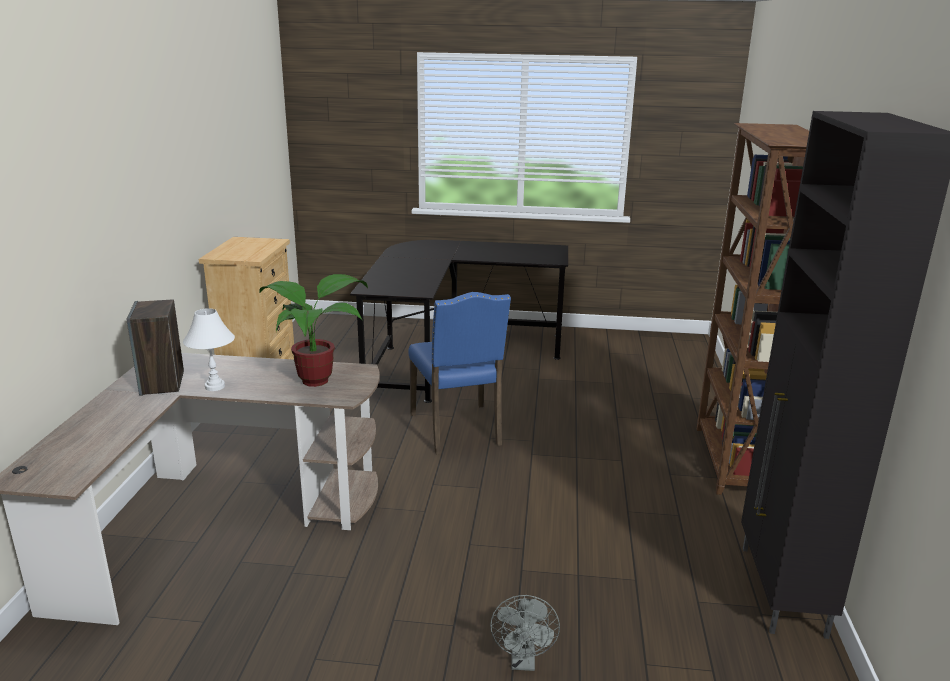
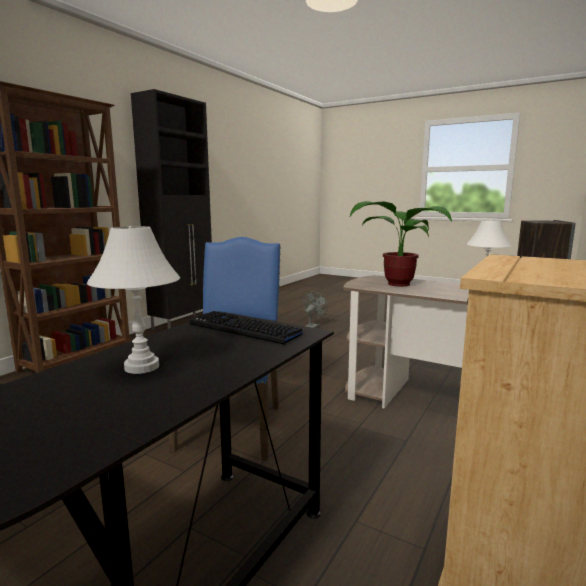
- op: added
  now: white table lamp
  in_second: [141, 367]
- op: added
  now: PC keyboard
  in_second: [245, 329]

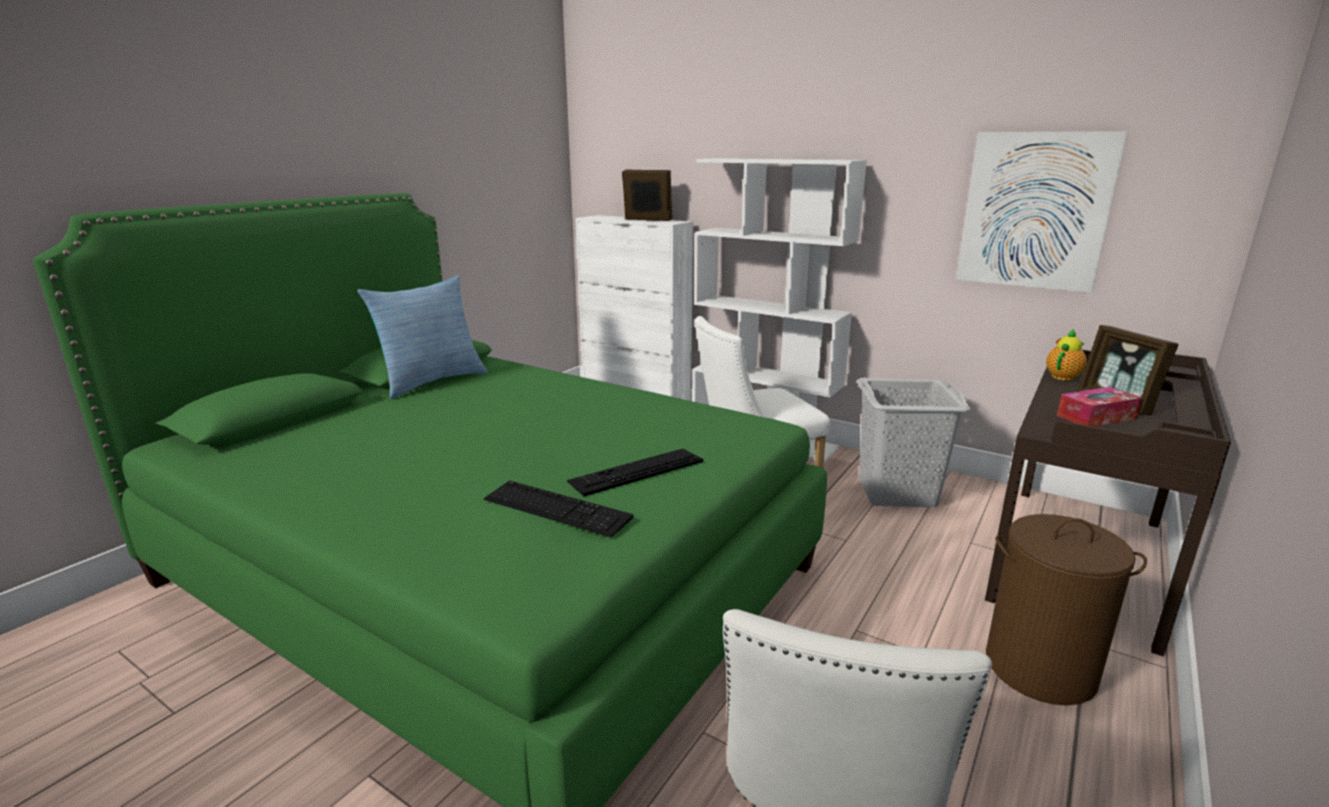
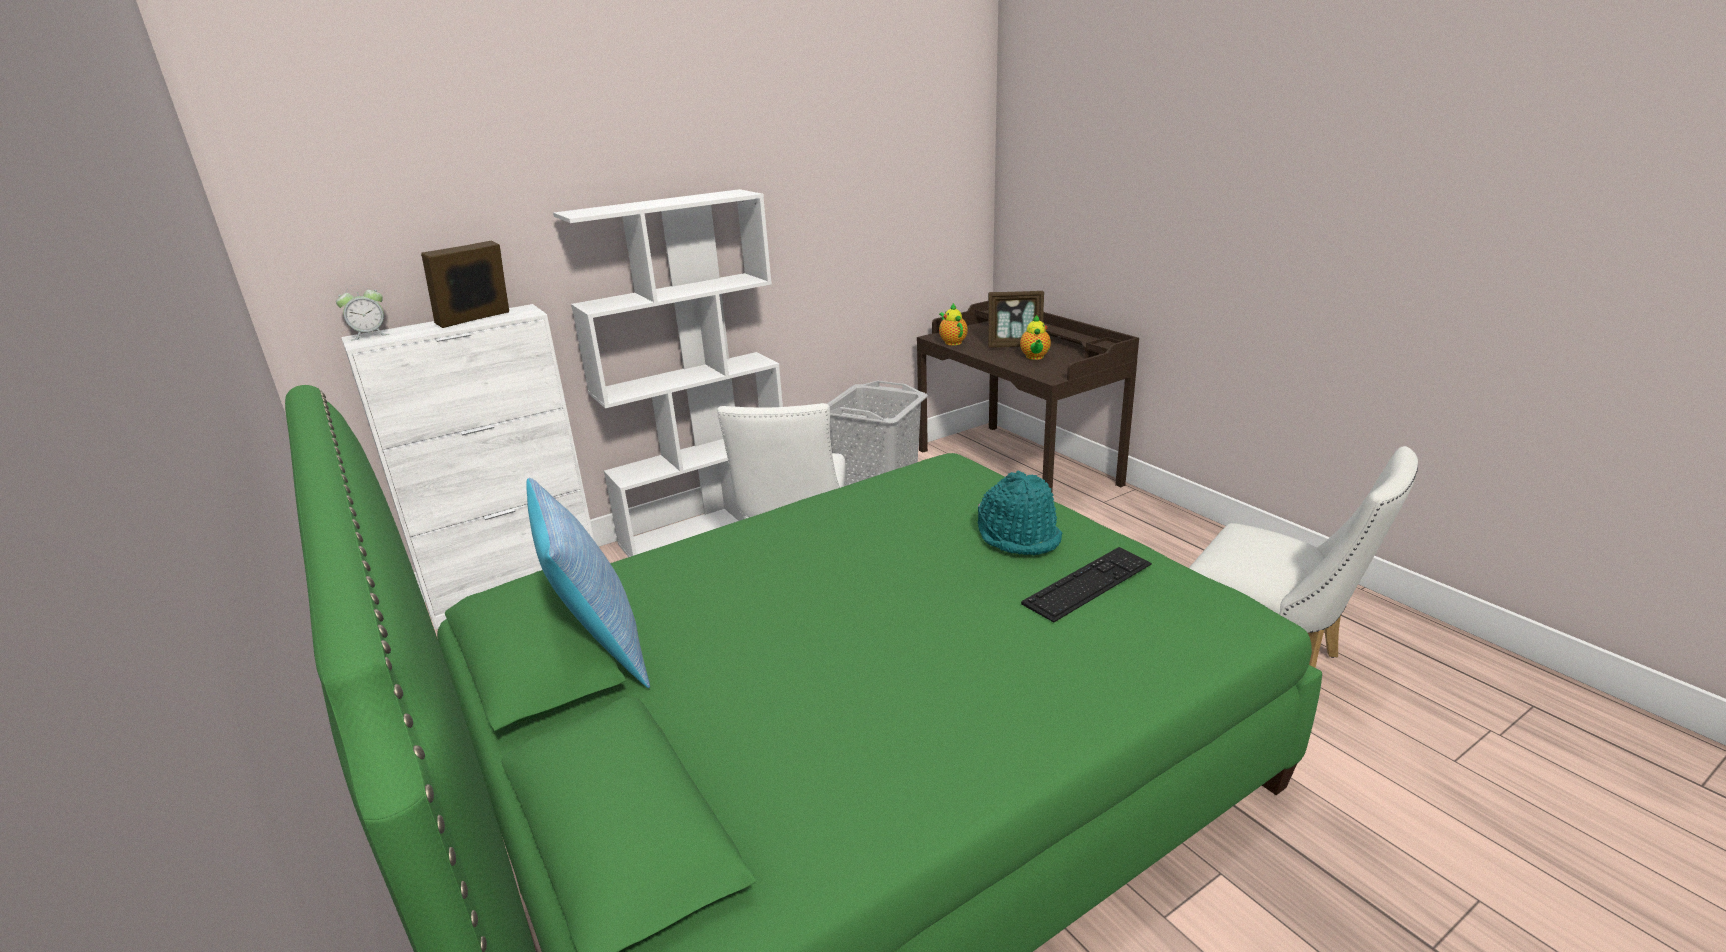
- op: replaced
  was: PC keyboard
  now: turquoise wearable hat
  in_first: [636, 471]
  in_second: [1019, 536]
- op: removed
  was: wall picture
  in_first: [1035, 211]
- op: removed
  was: brown laundry basket
  in_first: [1039, 668]
- op: replaced
  was: tissue holder
  now: tea pot
  in_first: [1096, 417]
  in_second: [1035, 357]
- op: added
  now: bedside clock
  in_second: [370, 335]

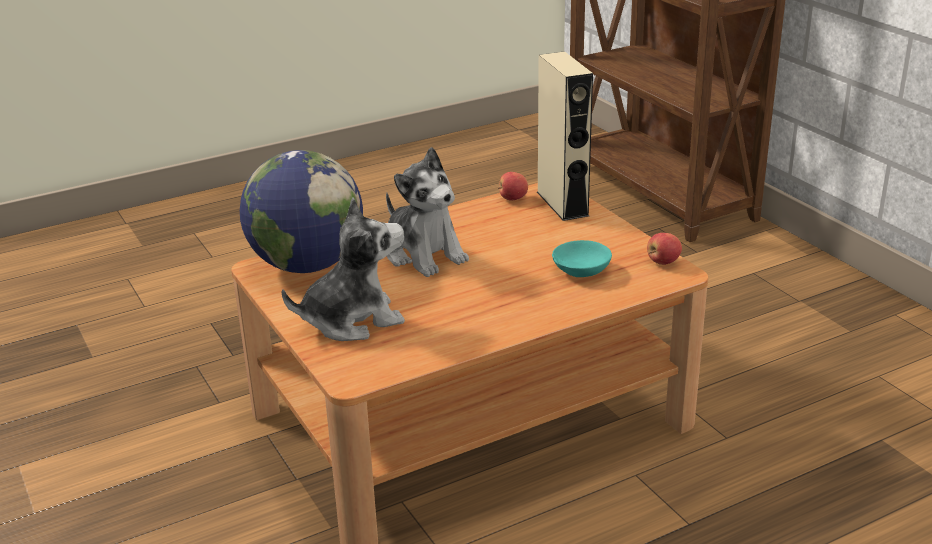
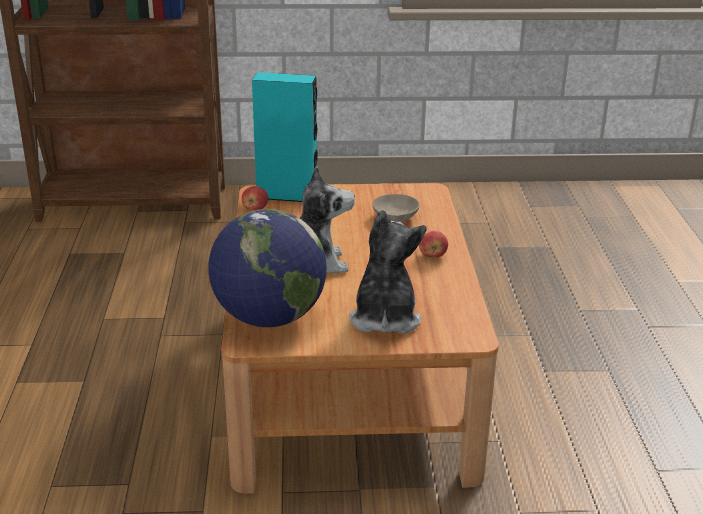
- op: recoloured
  was: beige speaker
  now: turquoise speaker
  in_first: [562, 203]
  in_second: [287, 195]
- op: recoloured
  was: turquoise serving bowl
  now: beige serving bowl
  in_first: [583, 270]
  in_second: [396, 216]
- op: moved
  was: whole apple
  in_first: [663, 262]
  in_second: [432, 256]

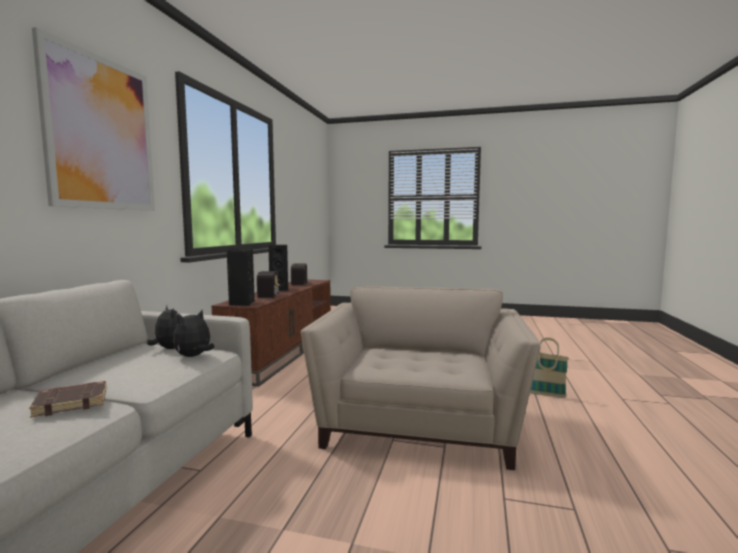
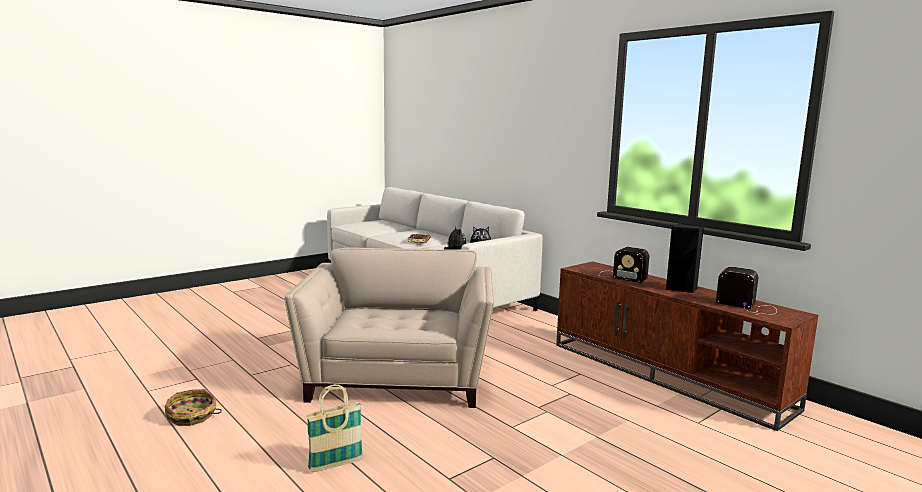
- op: removed
  was: wall picture
  in_first: [101, 134]
- op: removed
  was: blackish speaker
  in_first: [241, 303]
- op: turned
  was: beige easy chair
  in_first: [419, 423]
  in_second: [399, 376]
  clockwise: -135
- op: added
  now: storage basket
  in_second: [192, 416]

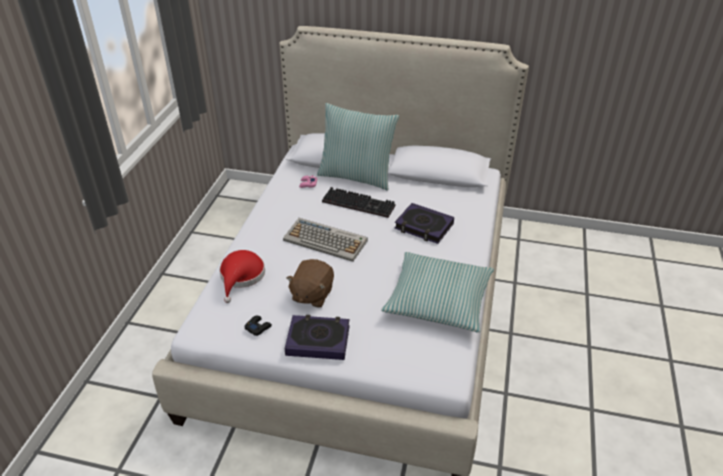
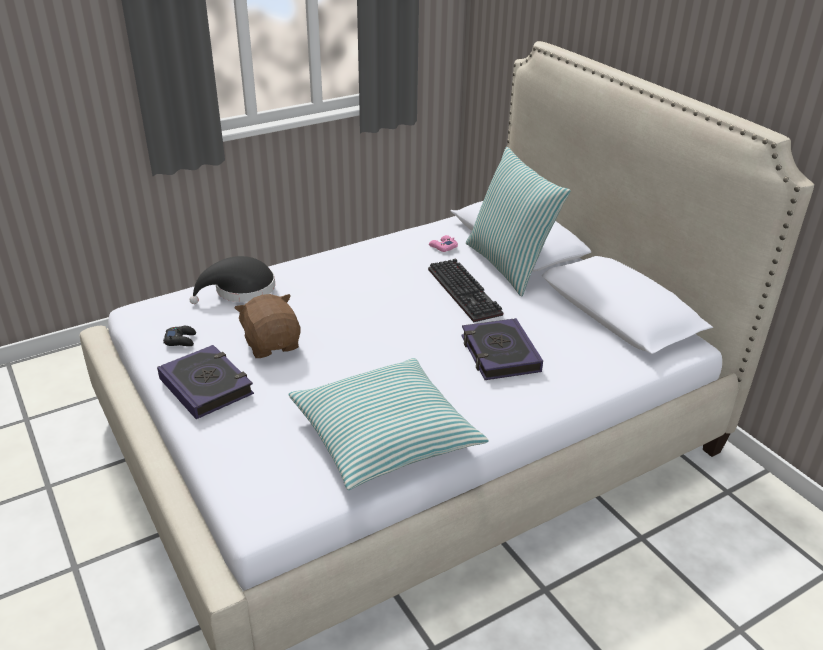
- op: recoloured
  was: reddish wearable hat
  now: blackish wearable hat
  in_first: [241, 277]
  in_second: [240, 290]
- op: removed
  was: PC keyboard
  in_first: [326, 240]
- op: turned
  was: brown cuddly toy
  in_first: [312, 294]
  in_second: [272, 344]
  clockwise: 90

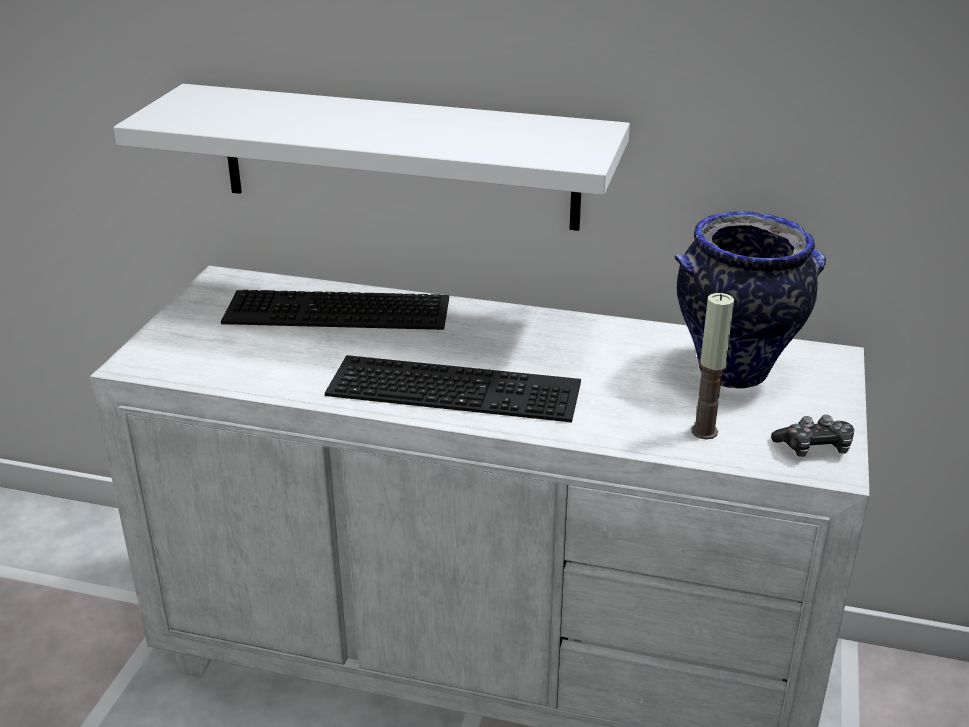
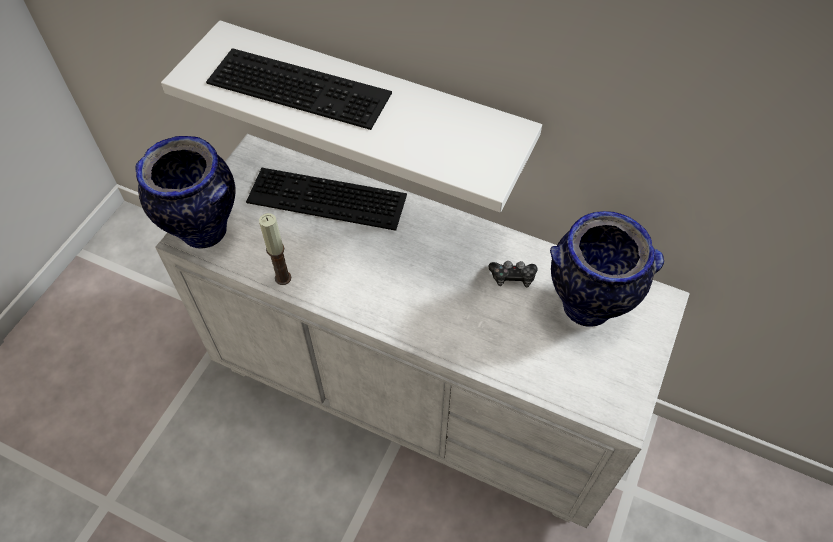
- op: moved
  was: PC keyboard
  in_first: [457, 386]
  in_second: [302, 86]
- op: moved
  was: candle
  in_first: [704, 431]
  in_second: [283, 278]
- op: moved
  was: game controller
  in_first: [814, 447]
  in_second: [512, 277]
- op: added
  now: decorative vase
  in_second: [203, 231]

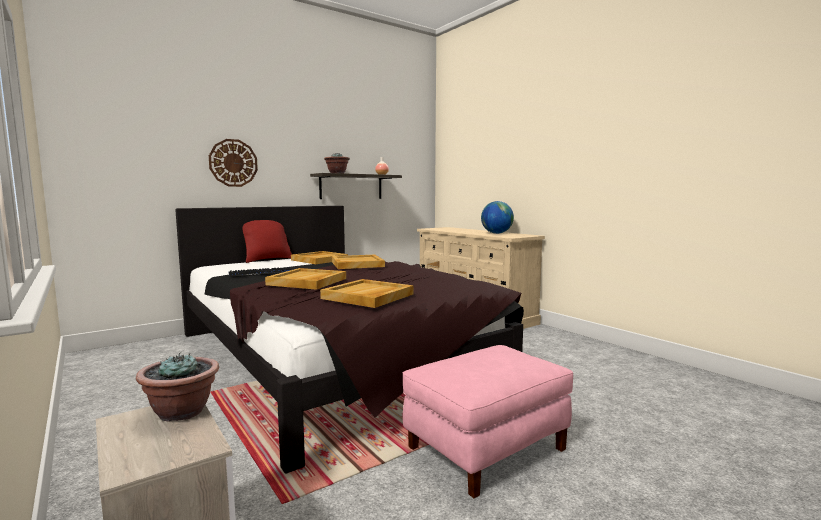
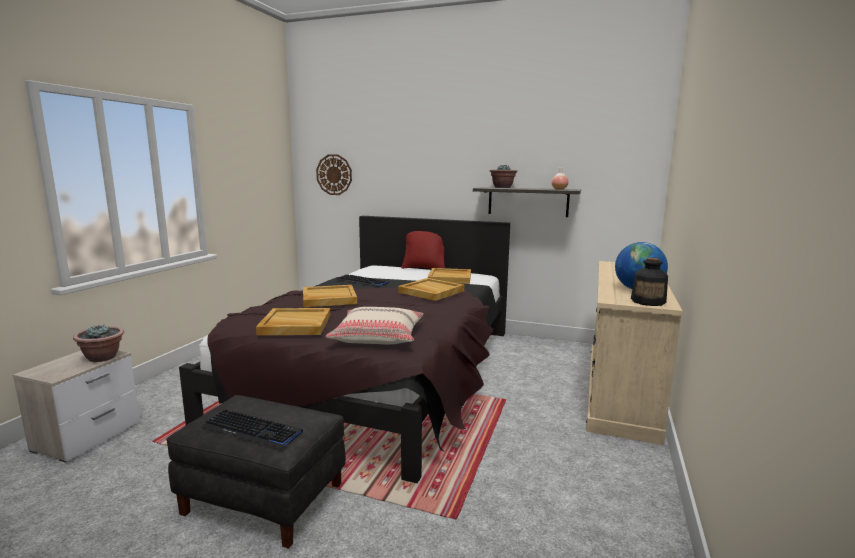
- op: moved
  was: hanging clock
  in_first: [233, 163]
  in_second: [334, 174]
- op: recoloured
  was: pink footrest
  now: blackish footrest
  in_first: [486, 448]
  in_second: [265, 498]
- op: added
  now: PC keyboard
  in_second: [252, 430]
- op: added
  now: beige cushion
  in_second: [378, 336]
- op: added
  now: bottle
  in_second: [648, 301]

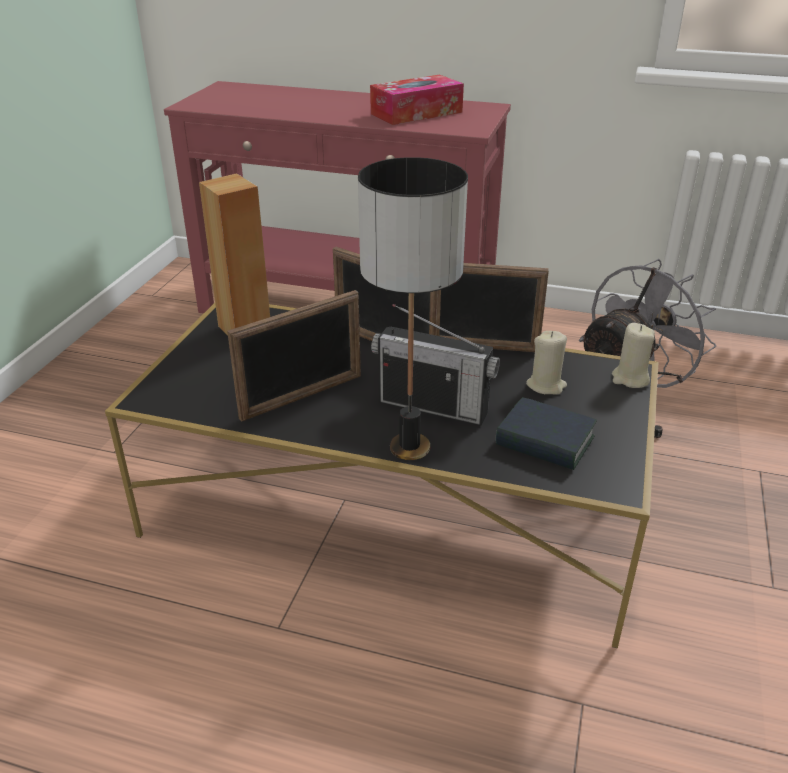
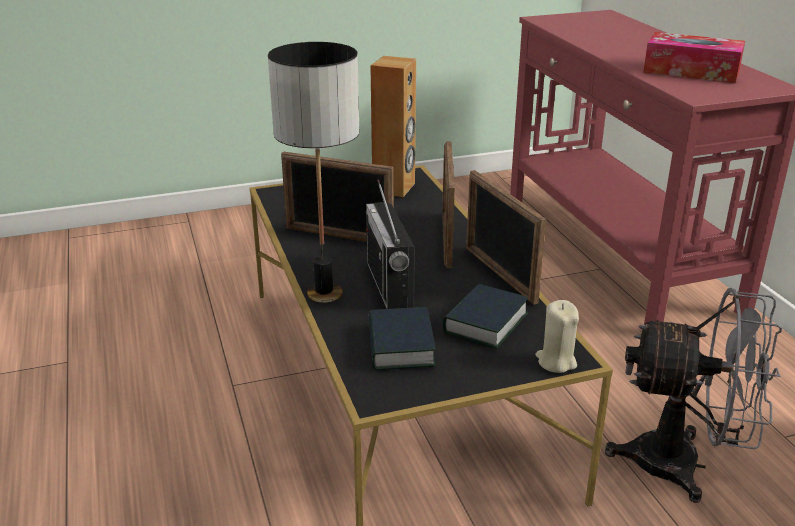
- op: replaced
  was: beige candle
  now: bound book
  in_first: [546, 385]
  in_second: [485, 323]

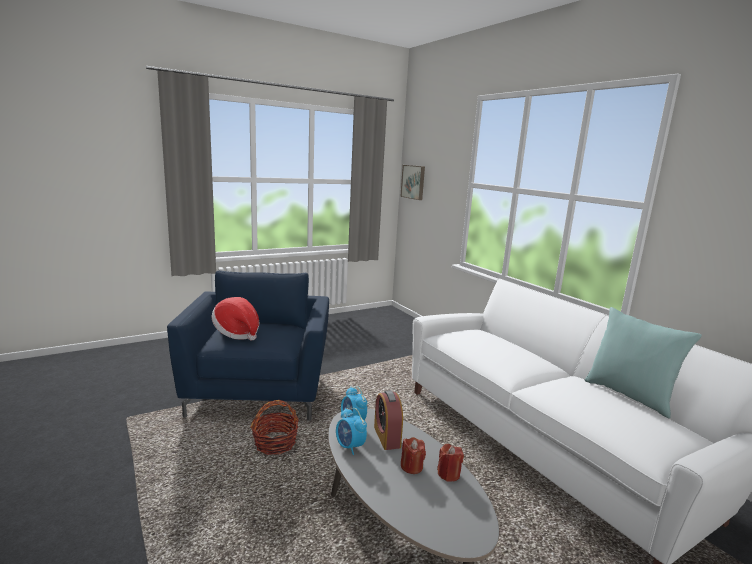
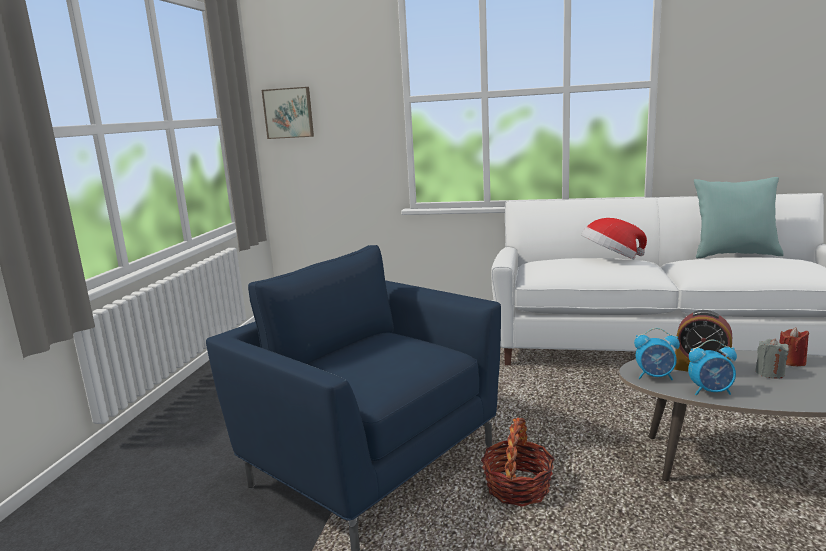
- op: moved
  was: wearable hat
  in_first: [237, 333]
  in_second: [611, 259]
- op: recoloured
  was: reddish candle
  now: greyish candle
  in_first: [411, 466]
  in_second: [770, 373]

